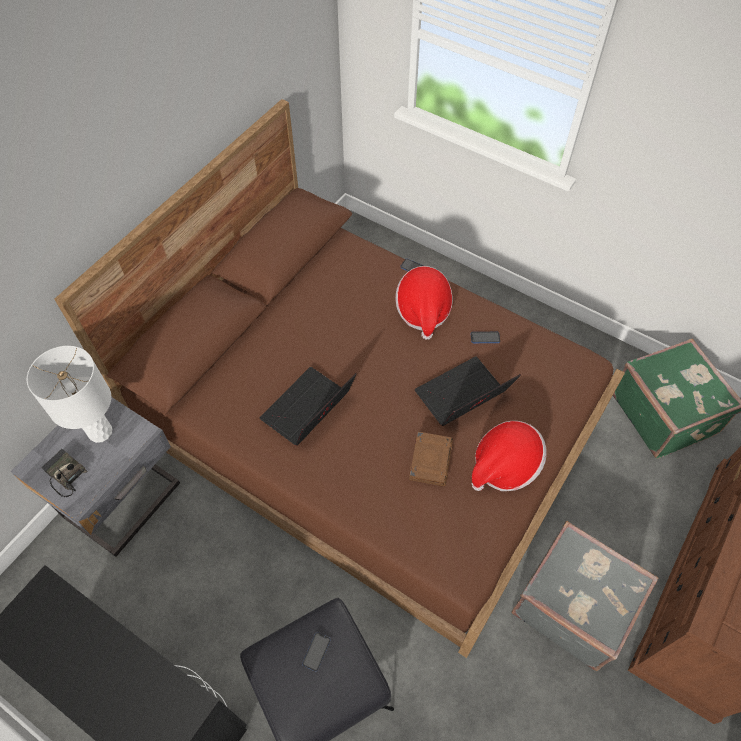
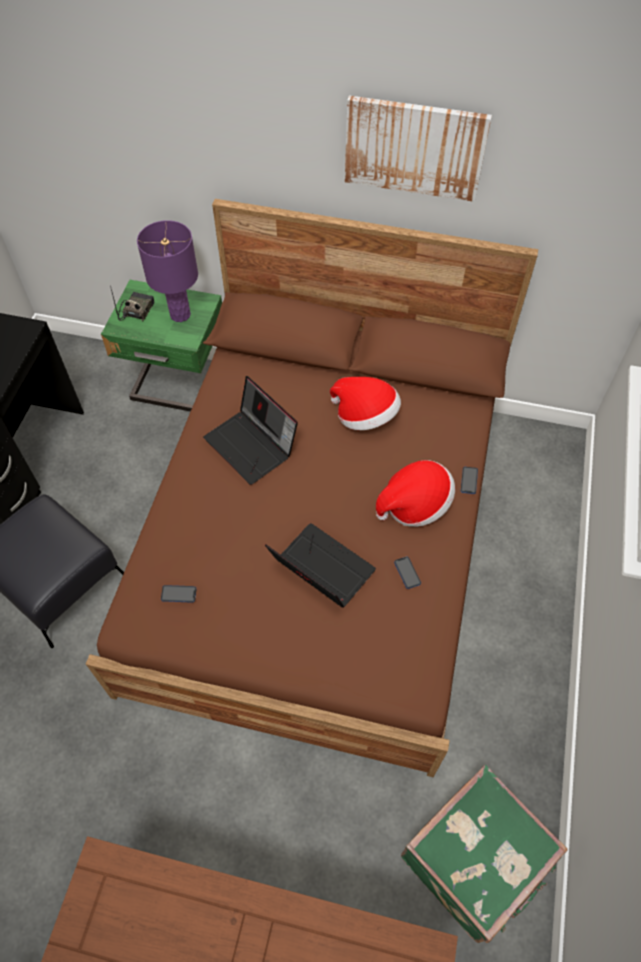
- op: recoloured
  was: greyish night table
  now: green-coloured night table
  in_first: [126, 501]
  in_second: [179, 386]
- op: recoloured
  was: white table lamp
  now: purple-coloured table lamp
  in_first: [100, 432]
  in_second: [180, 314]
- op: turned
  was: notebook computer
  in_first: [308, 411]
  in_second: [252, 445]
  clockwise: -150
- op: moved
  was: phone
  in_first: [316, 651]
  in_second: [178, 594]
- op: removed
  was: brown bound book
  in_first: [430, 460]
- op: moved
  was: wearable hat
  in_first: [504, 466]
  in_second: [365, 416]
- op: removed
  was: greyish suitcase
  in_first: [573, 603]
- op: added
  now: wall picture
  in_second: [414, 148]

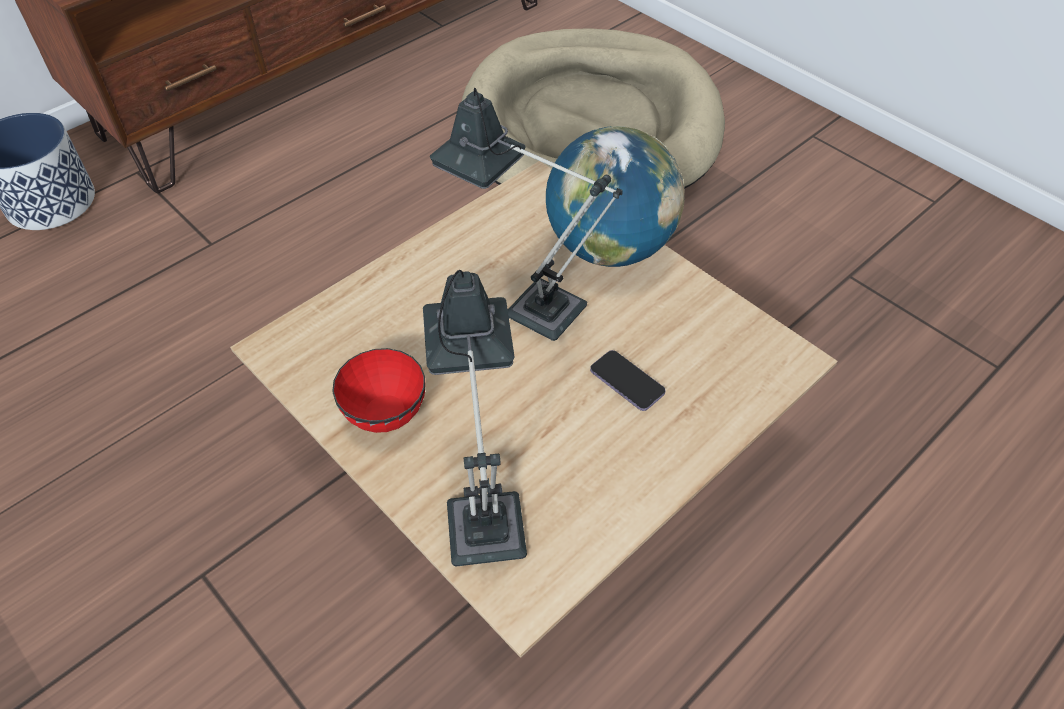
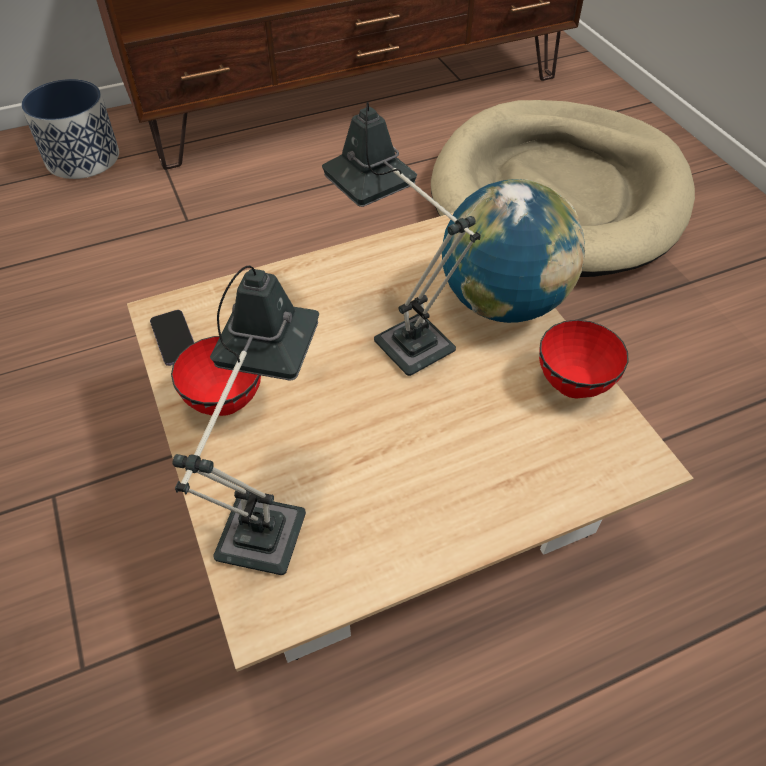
- op: moved
  was: phone
  in_first: [627, 382]
  in_second: [174, 339]
- op: added
  now: reddish serving bowl
  in_second: [572, 383]

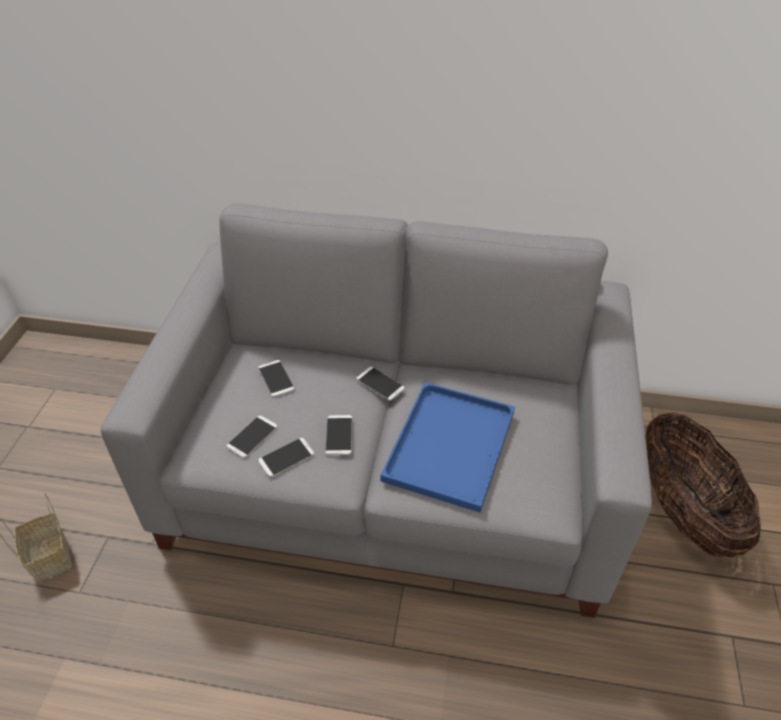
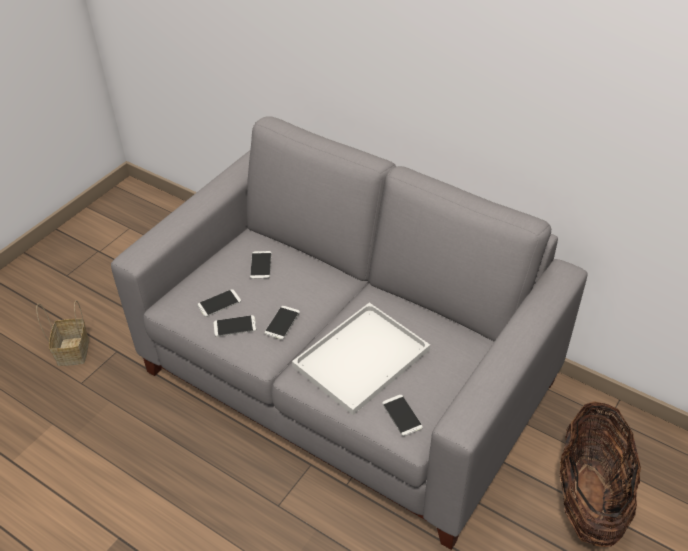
- op: moved
  was: phone
  in_first: [380, 384]
  in_second: [402, 415]
- op: recoloured
  was: blue tray
  now: white tray
  in_first: [450, 448]
  in_second: [360, 360]

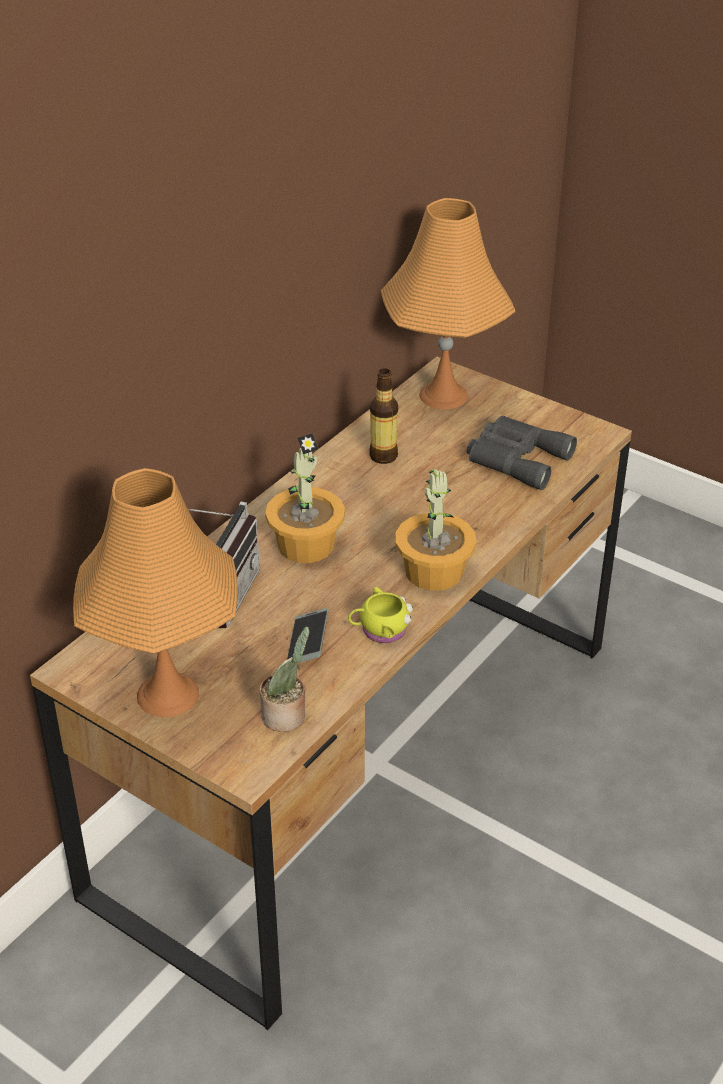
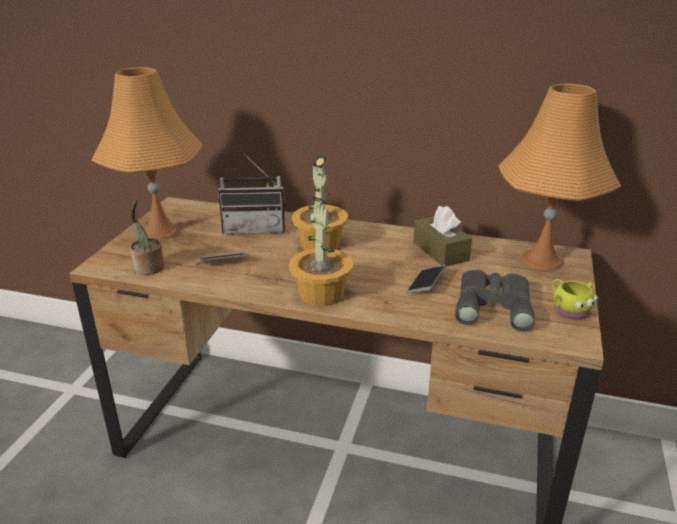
- op: moved
  was: yellowish tea mug
  in_first: [380, 630]
  in_second: [568, 309]
- op: replaced
  was: bottle
  now: brown tissue holder
  in_first: [383, 456]
  in_second: [440, 251]
- op: added
  now: phone
  in_second: [426, 284]

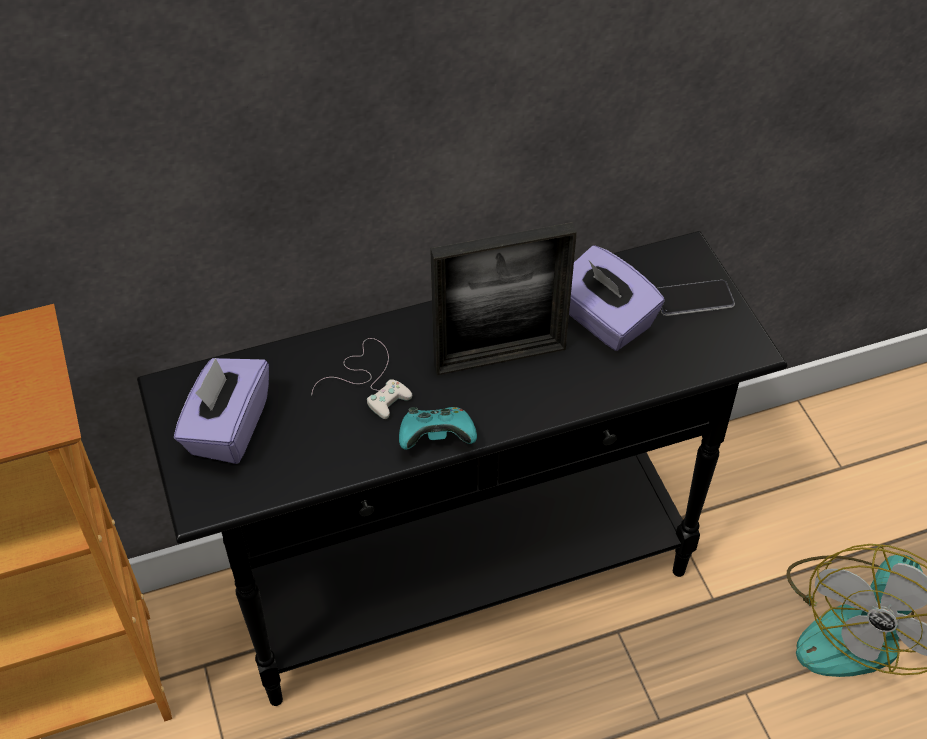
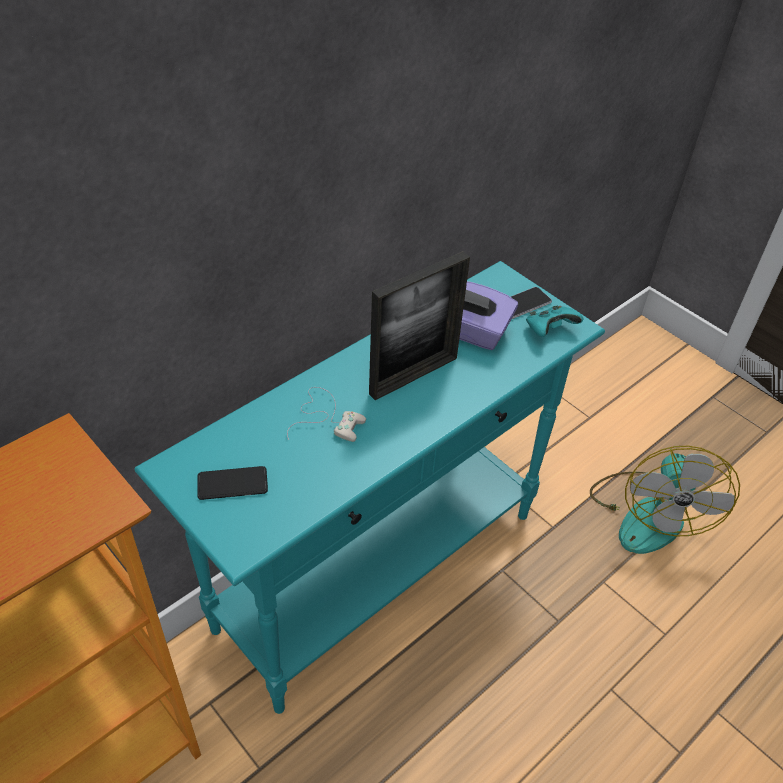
- op: recoloured
  was: blackish hall table
  now: turquoise hall table
  in_first: [464, 580]
  in_second: [380, 570]
- op: replaced
  was: purple-coloured tissue holder
  now: phone
  in_first: [228, 428]
  in_second: [232, 484]
- op: moved
  was: turquoise game controller
  in_first: [437, 439]
  in_second: [549, 330]

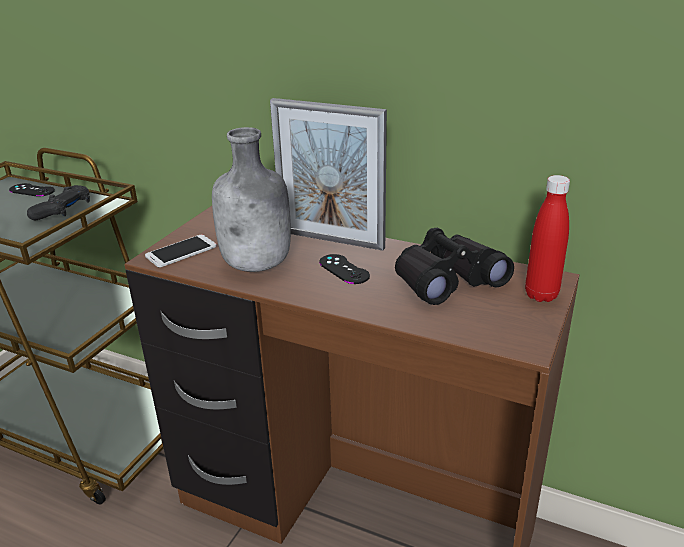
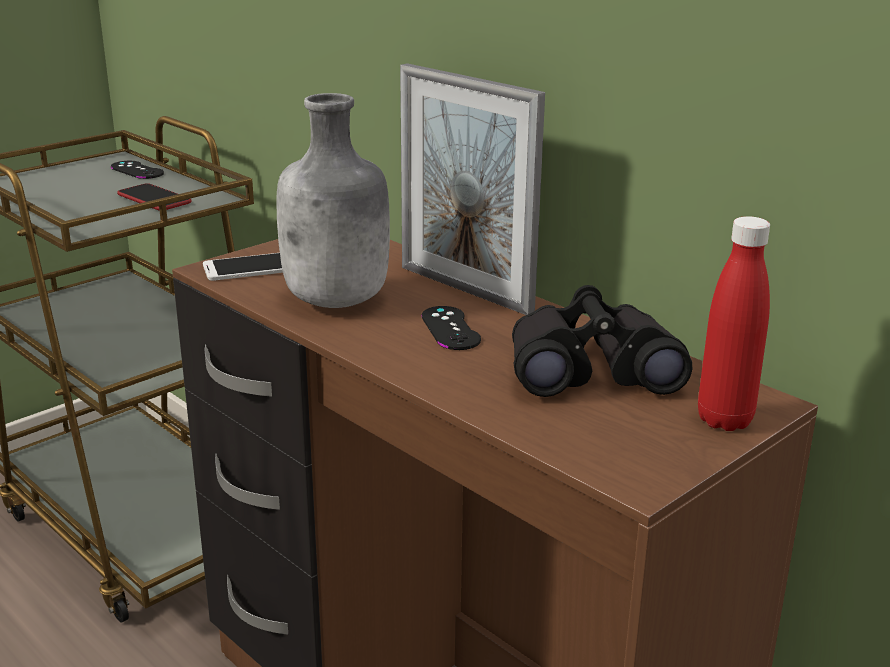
- op: replaced
  was: blackish game controller
  now: phone
  in_first: [63, 211]
  in_second: [154, 199]

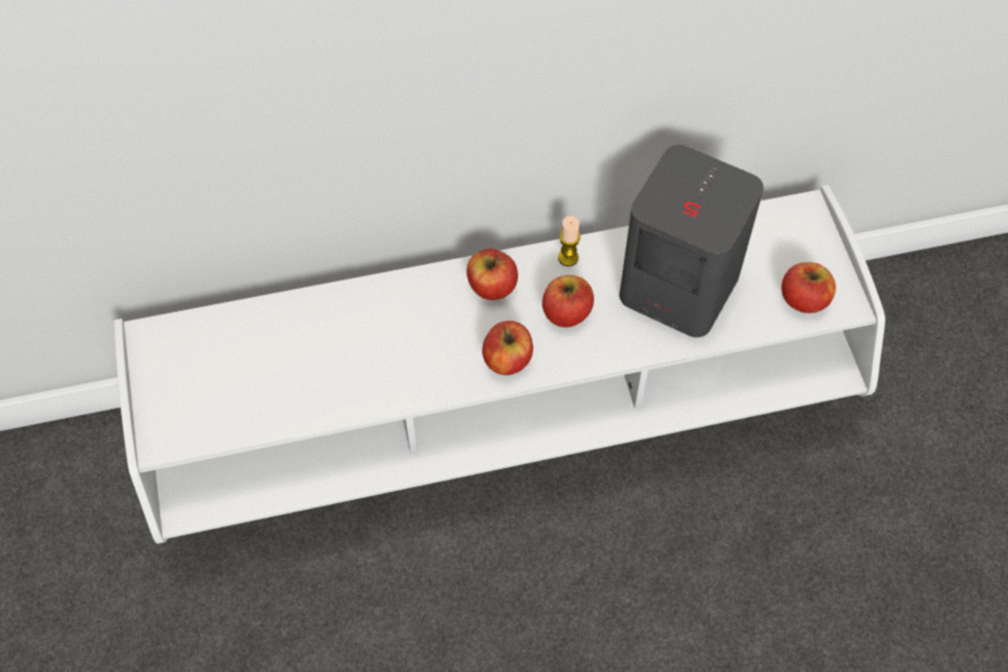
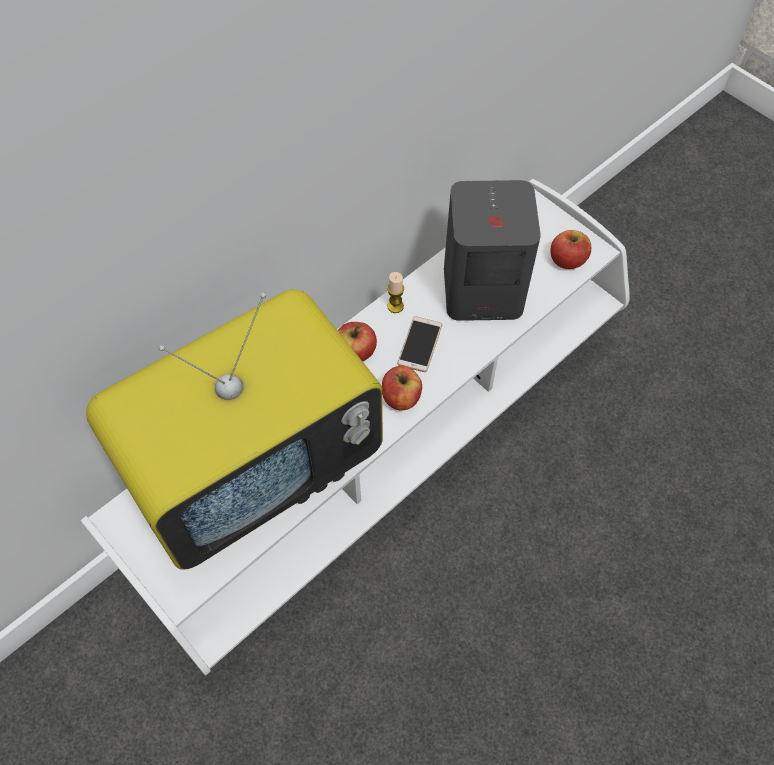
- op: replaced
  was: whole apple
  now: phone
  in_first: [566, 313]
  in_second: [420, 344]
- op: added
  now: TV set
  in_second: [257, 469]

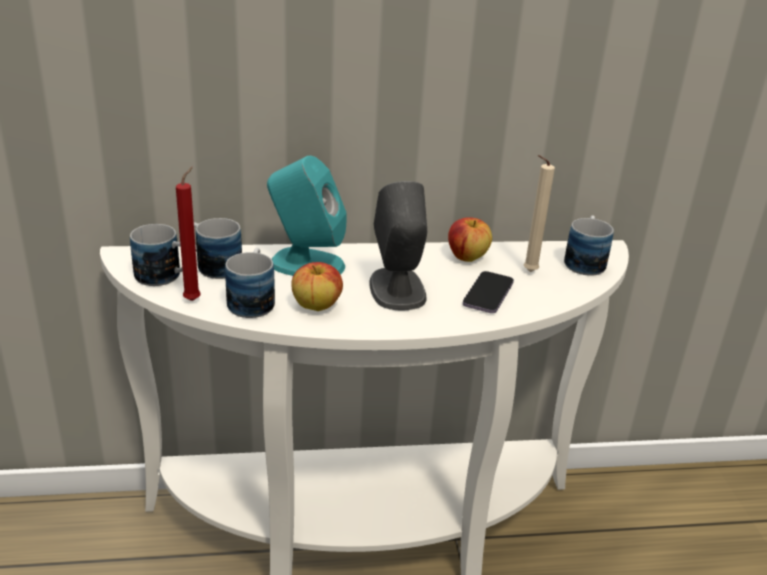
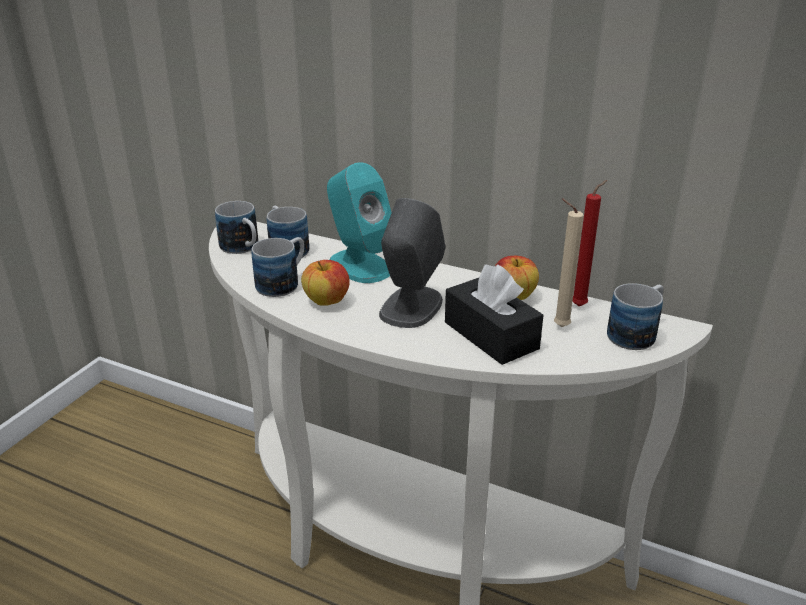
- op: moved
  was: reddish candle
  in_first: [194, 299]
  in_second: [581, 305]
- op: replaced
  was: phone
  now: blackish tissue holder
  in_first: [488, 294]
  in_second: [491, 335]

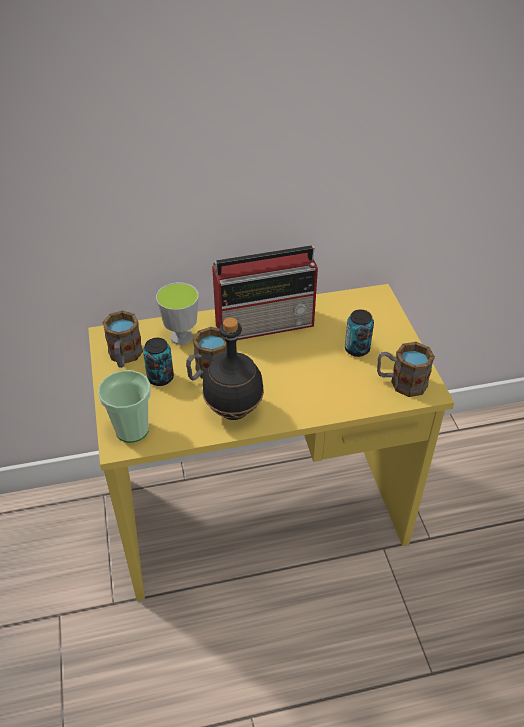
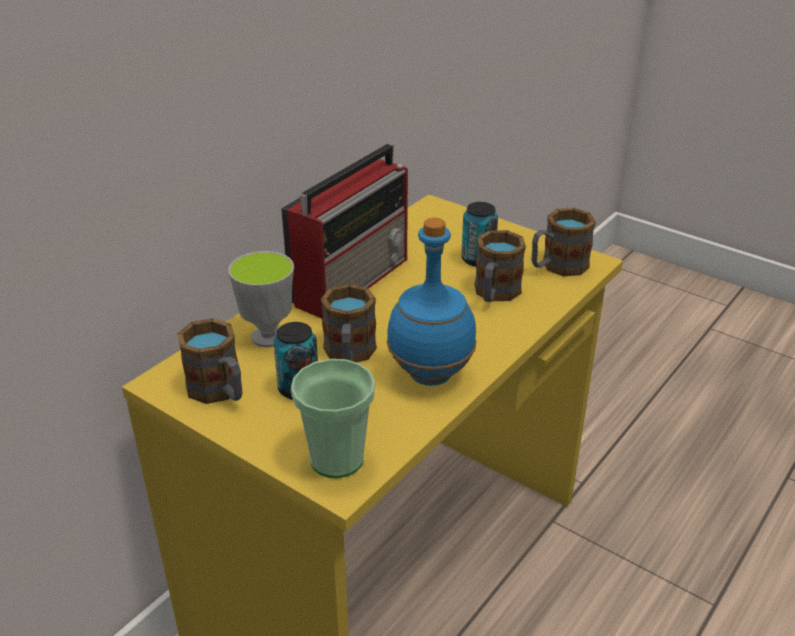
- op: recoloured
  was: blackish bottle
  now: blue bottle
  in_first: [233, 410]
  in_second: [429, 375]
- op: added
  now: tea mug
  in_second: [494, 294]

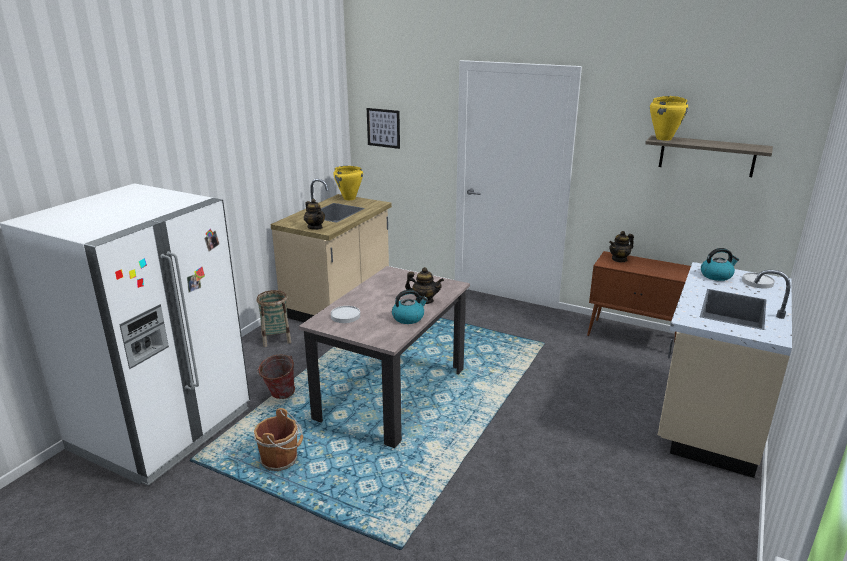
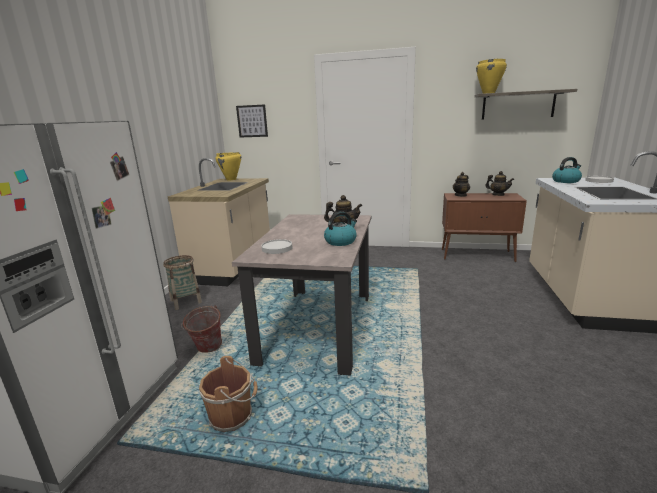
- op: moved
  was: tea pot
  in_first: [315, 227]
  in_second: [498, 195]

